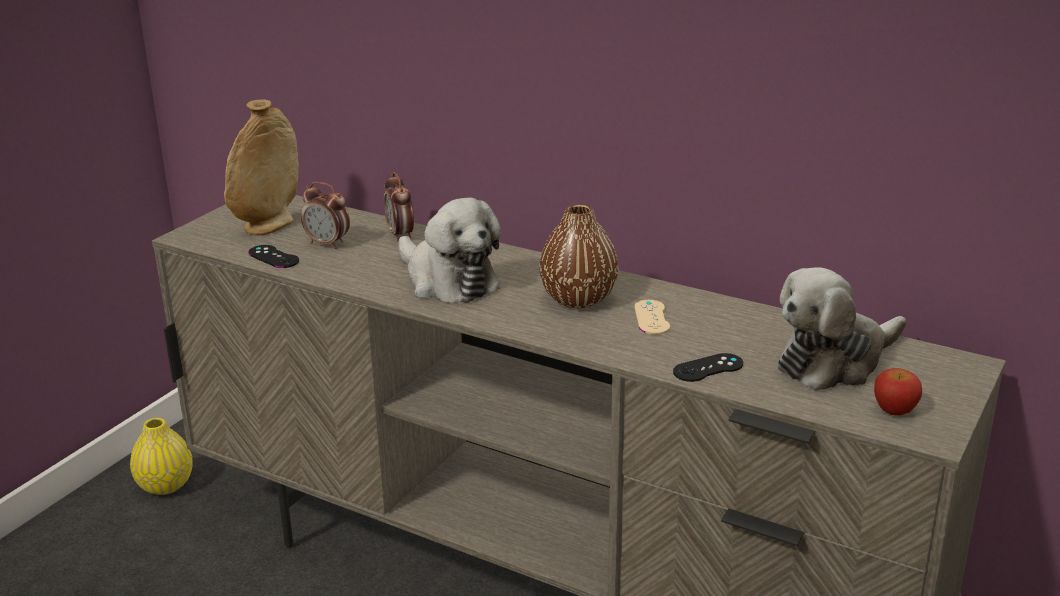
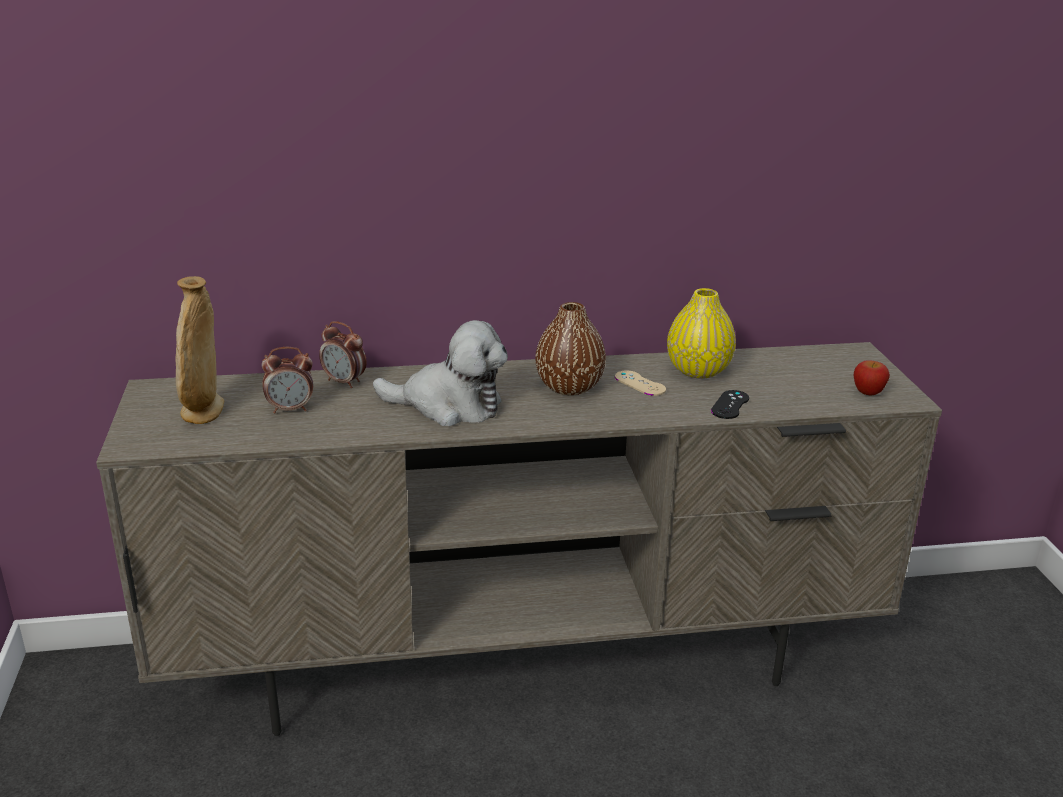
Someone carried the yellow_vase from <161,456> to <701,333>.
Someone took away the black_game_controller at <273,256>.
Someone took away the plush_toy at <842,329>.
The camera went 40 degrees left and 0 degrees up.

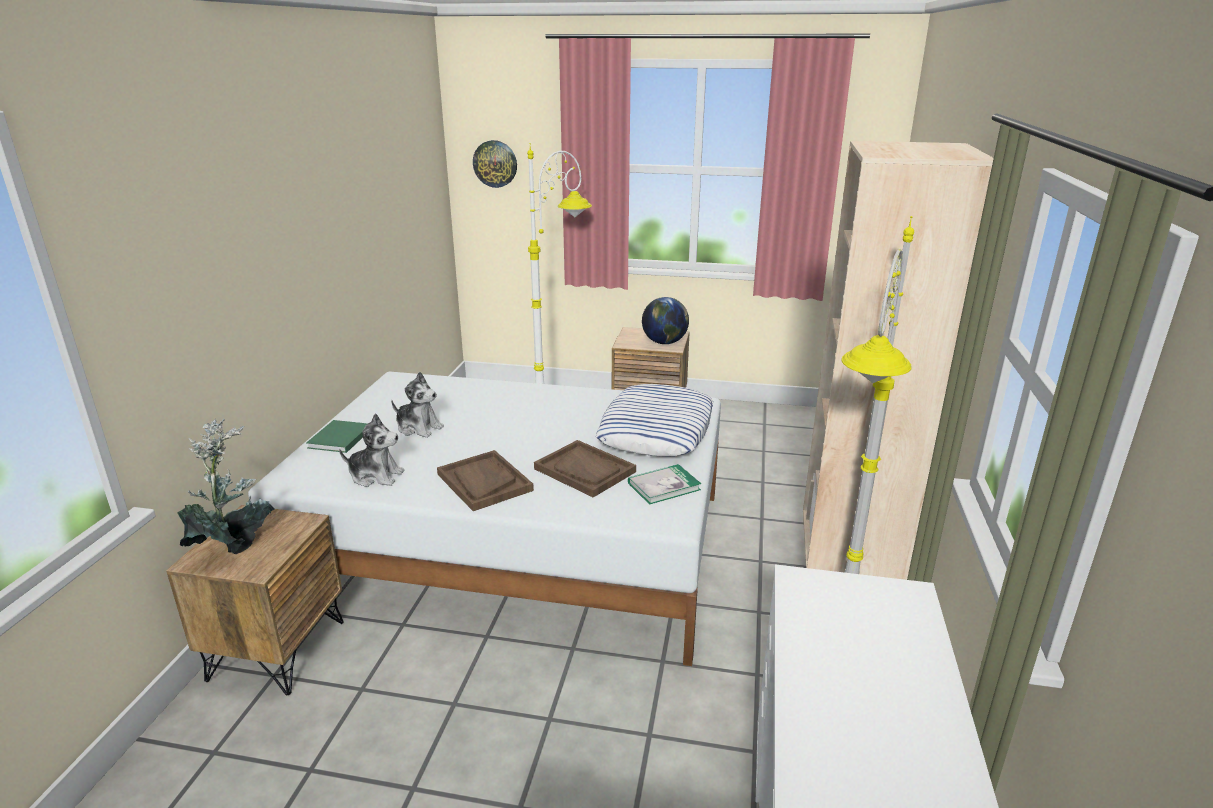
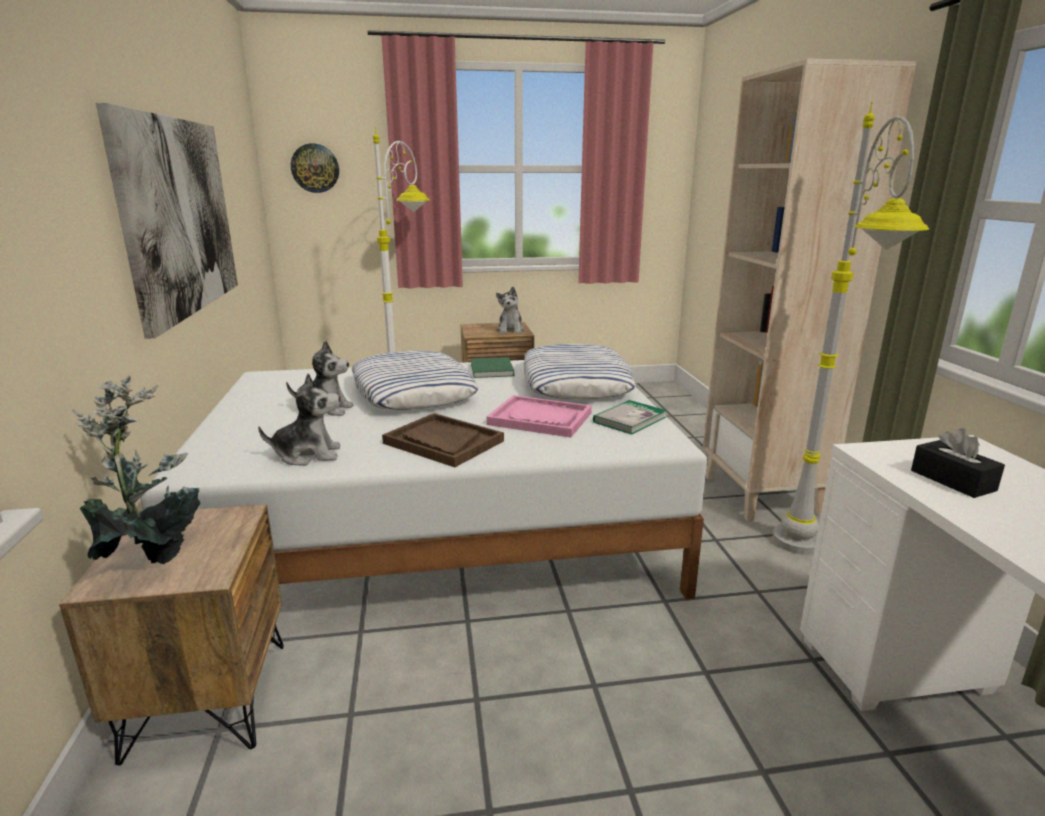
Someone carried the green_book from <337,436> to <492,367>.
Someone repainted the brown_tray at <585,469>, which became the pink_tray at <539,416>.
Someone swapped the globe at <665,320> for the plush_toy at <510,310>.
Someone put up the picture at <167,221>.
Someone put down the pillow at <414,380>.
Someone put down the black_tissue_box at <958,463>.
The camera went 20 degrees left and 5 degrees down.

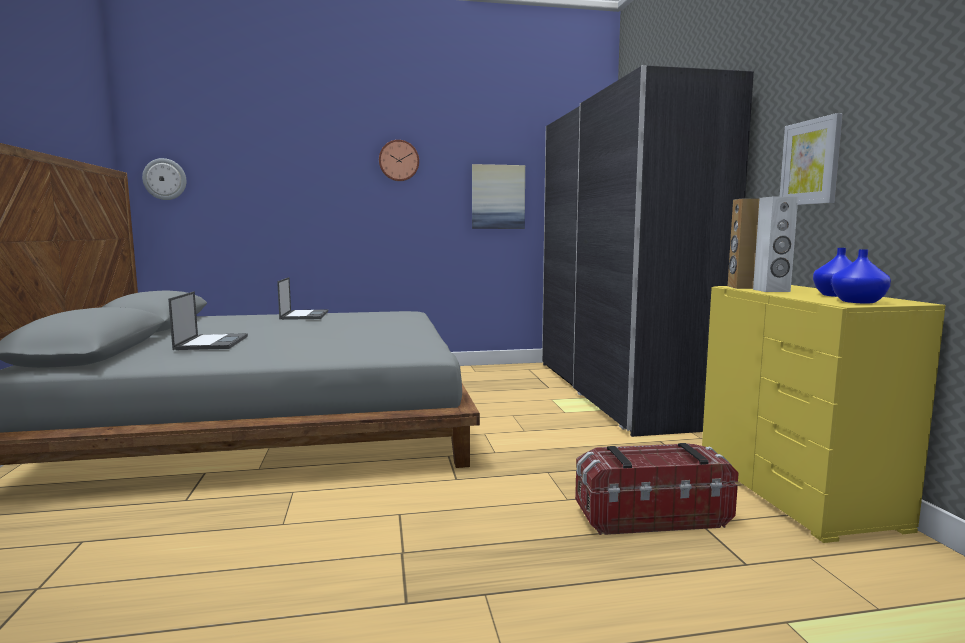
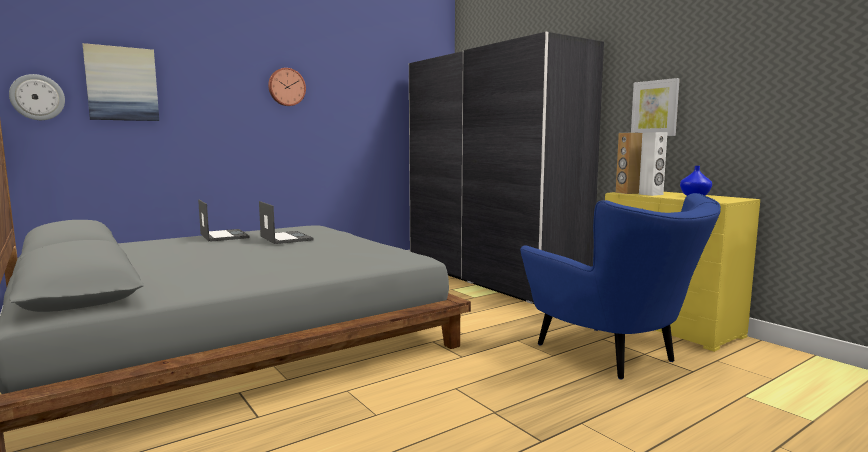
Someone carried the laptop from <208,320> to <286,222>.
Someone carried the picture from <498,196> to <121,82>.
Someone swapped the storage_box at <657,489> for the blue_armchair at <620,286>.
Someone took away the blue_vase at <861,276>.
The camera went 25 degrees left and 0 degrees up.

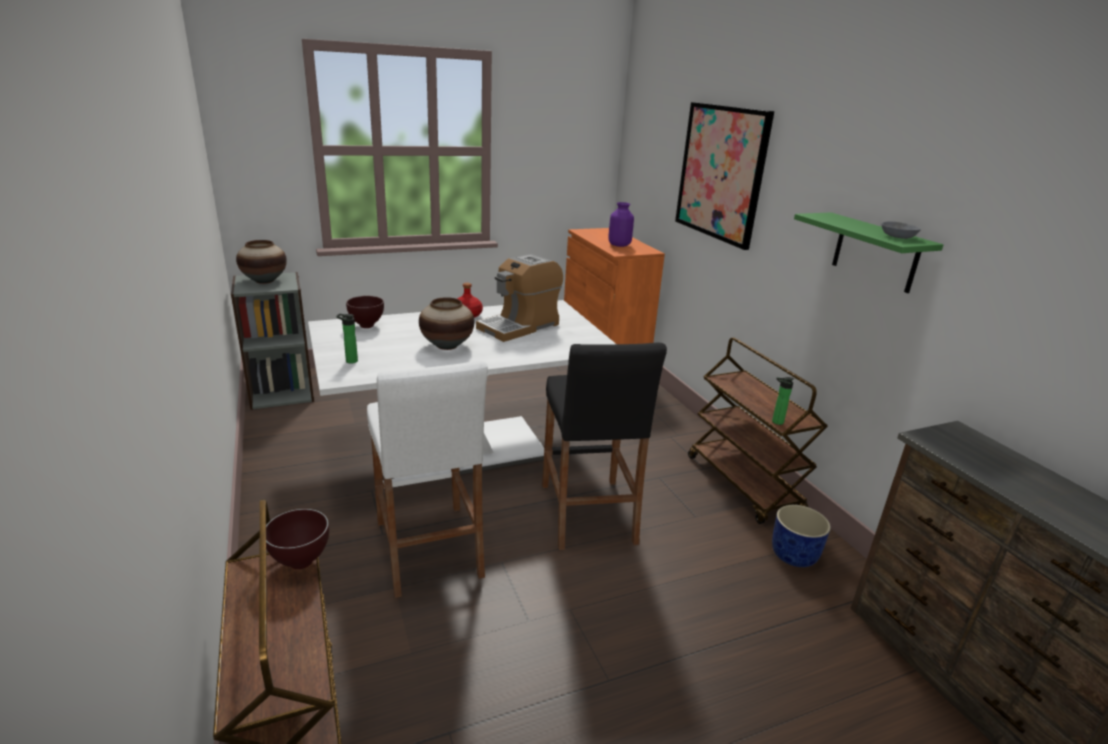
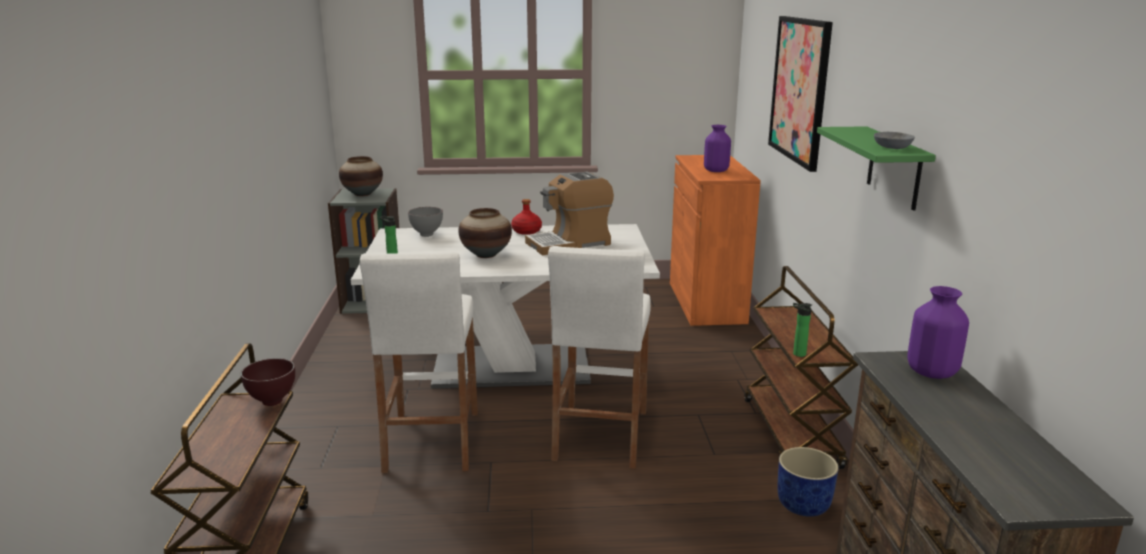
Someone repainted the brown_bowl at <365,312>, which became the grey_bowl at <425,222>.
Someone repainted the black_stool at <604,446>, which became the white_stool at <599,357>.
Someone put down the purple_vase at <938,332>.
The camera went 20 degrees right and 5 degrees down.

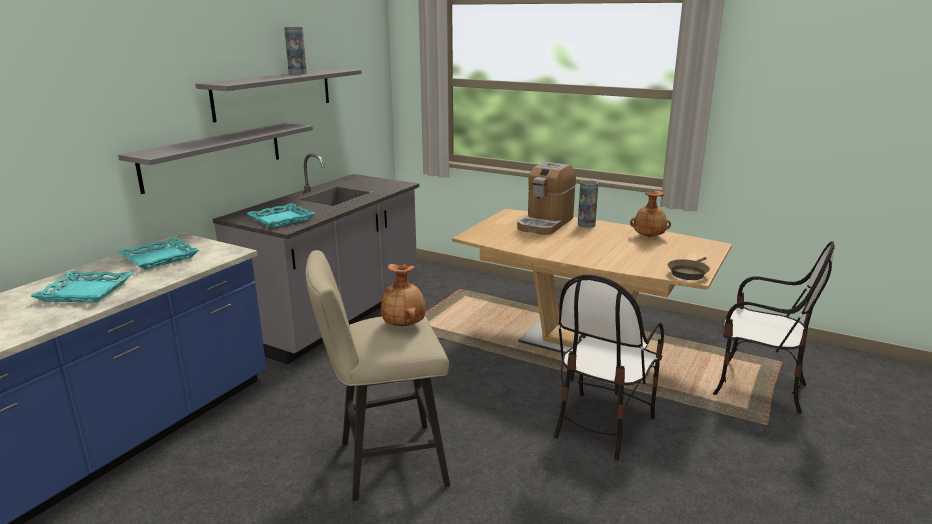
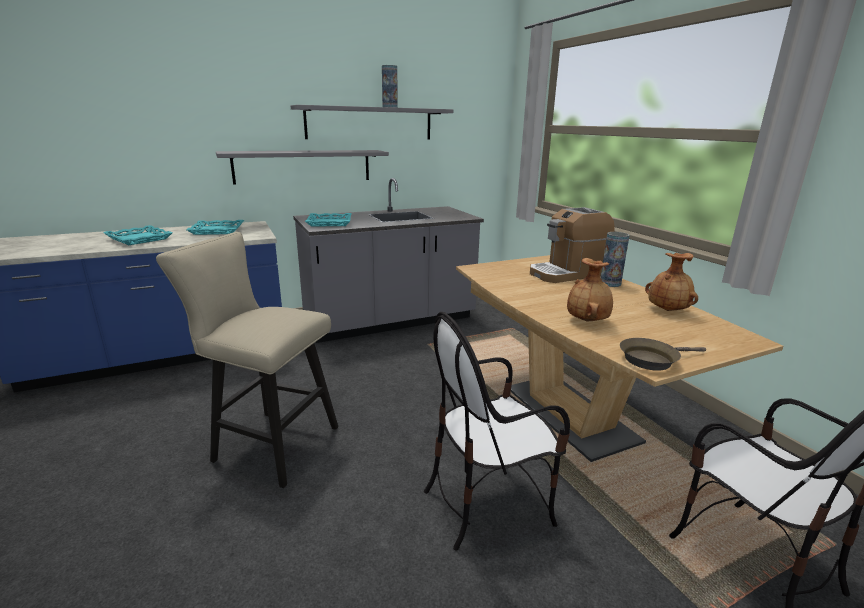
Someone carried the brown_vase from <403,295> to <590,290>.
The camera went 35 degrees right and 0 degrees up.

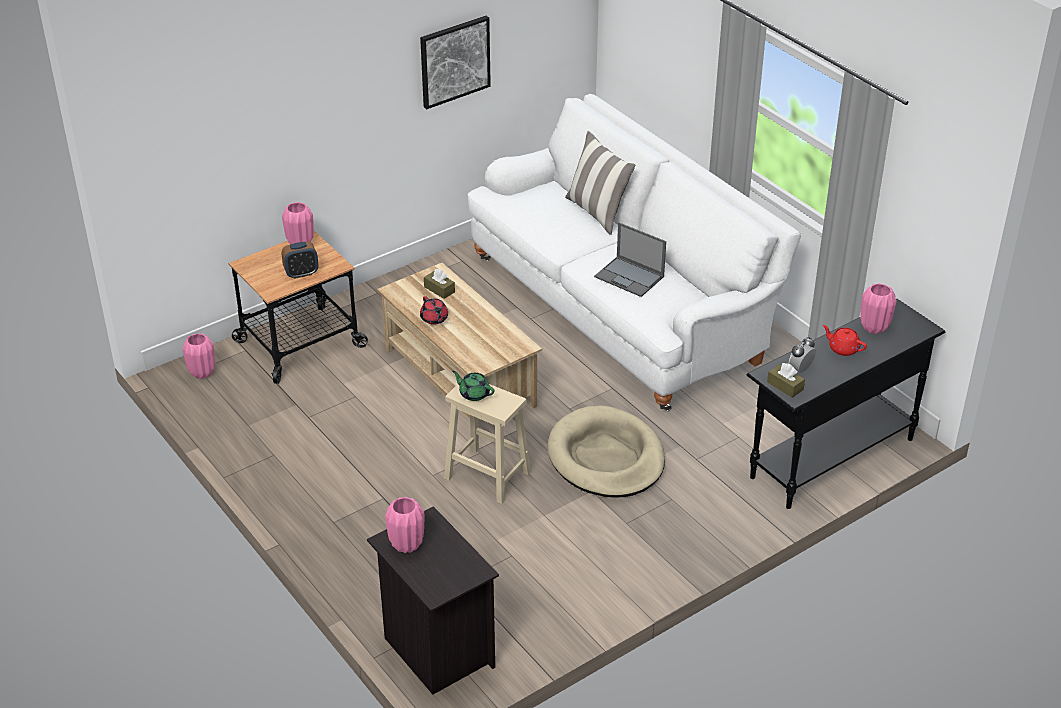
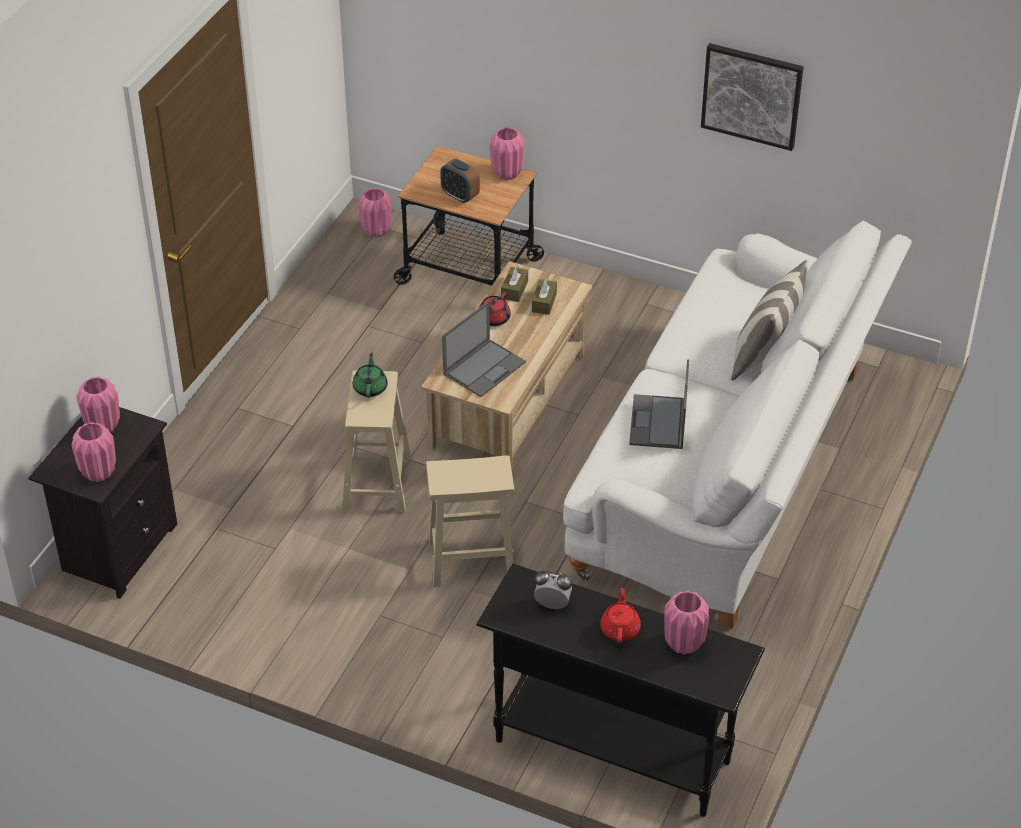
Someone swapped the beige_dog_bed at <606,451> for the beige_stool at <470,521>.
Someone carried the brown_tissue_box from <786,380> to <514,284>.
Someone put down the pink_vase at <93,452>.
Someone put down the laptop at <484,349>.
The camera went 60 degrees right and 5 degrees up.

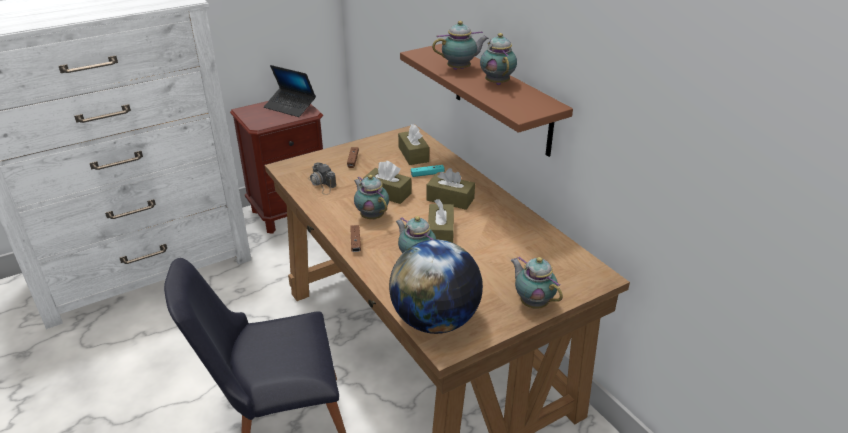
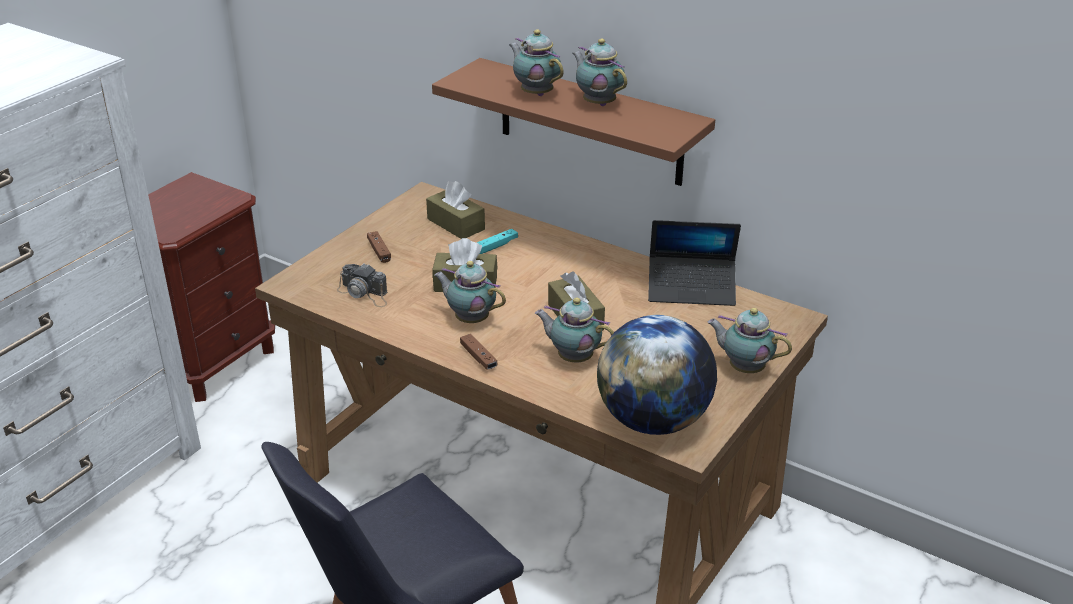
Someone carried the laptop from <290,91> to <694,263>.
Someone took away the brown_tissue_box at <450,189>.
Someone rotated the teapot at <460,45> by 90 degrees counterclockwise.
The camera went 25 degrees left and 0 degrees up.

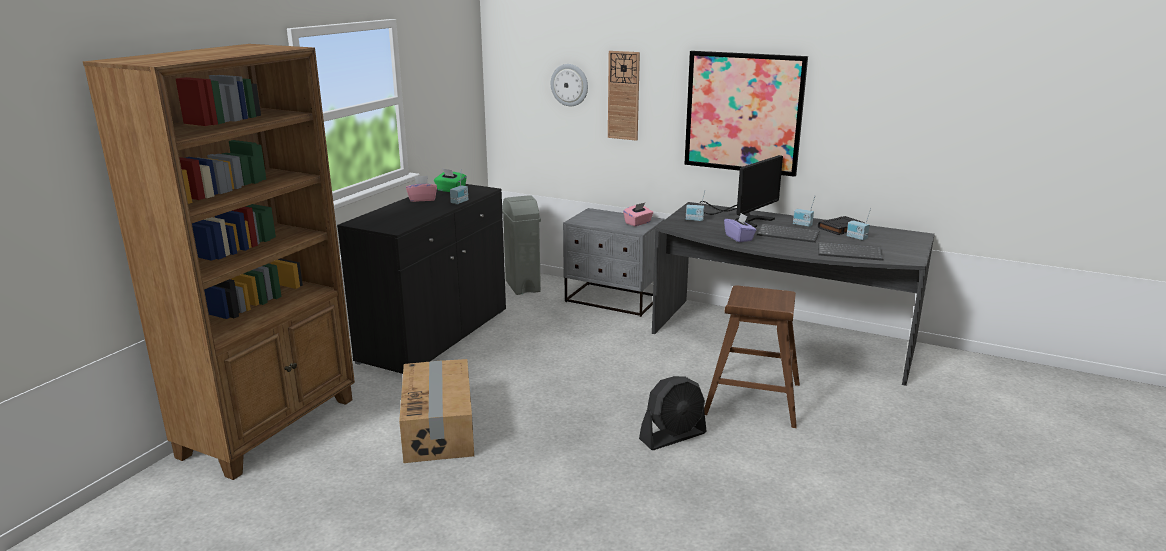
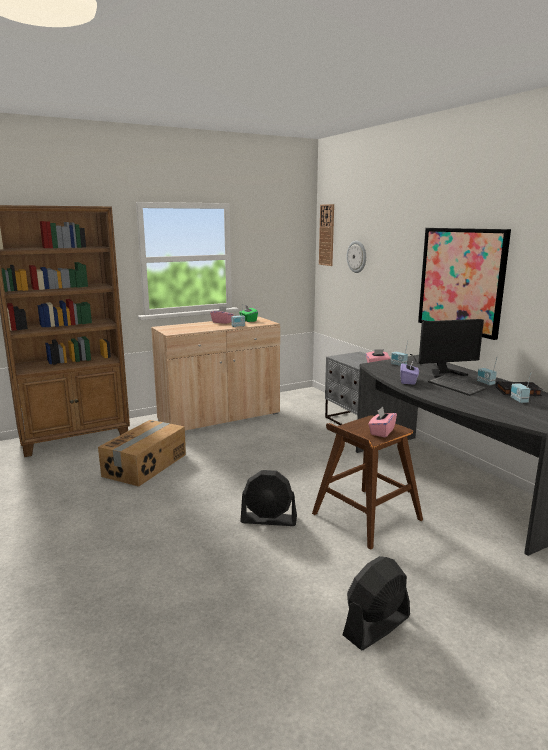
Someone repainted the black_cabinet at <421,279>, which became the beige_cabinet at <215,373>.
Someone took away the grey_trash_can at <521,245>.
Someone carried the wall_clock from <624,96> to <326,235>.
Someone took away the keyboard at <850,251>.
Someone put down the black_fan at <376,603>.
Someone put down the pink_tissue_box at <382,422>.
The camera went 35 degrees right and 5 degrees down.

